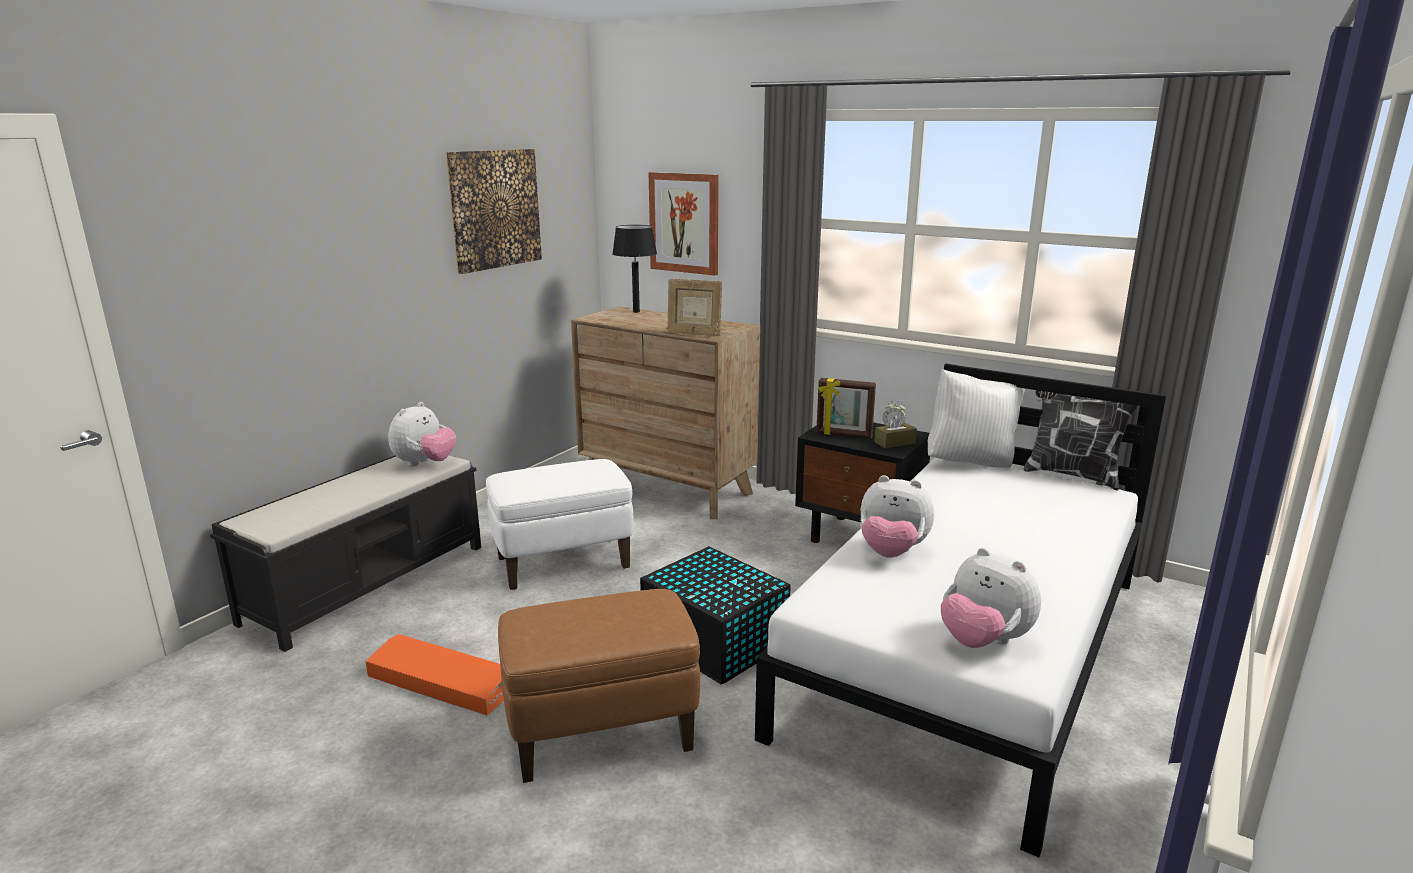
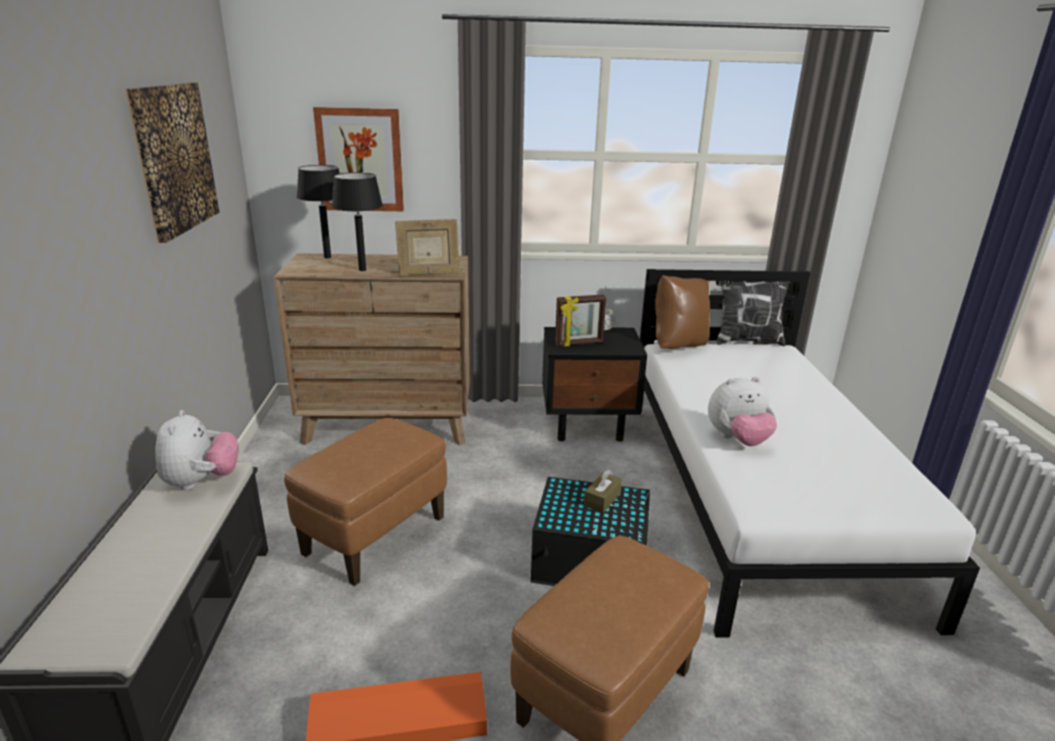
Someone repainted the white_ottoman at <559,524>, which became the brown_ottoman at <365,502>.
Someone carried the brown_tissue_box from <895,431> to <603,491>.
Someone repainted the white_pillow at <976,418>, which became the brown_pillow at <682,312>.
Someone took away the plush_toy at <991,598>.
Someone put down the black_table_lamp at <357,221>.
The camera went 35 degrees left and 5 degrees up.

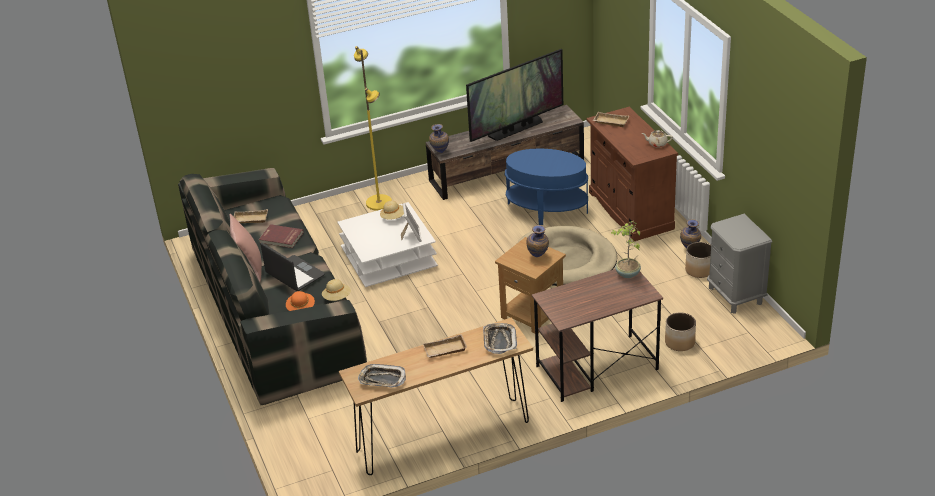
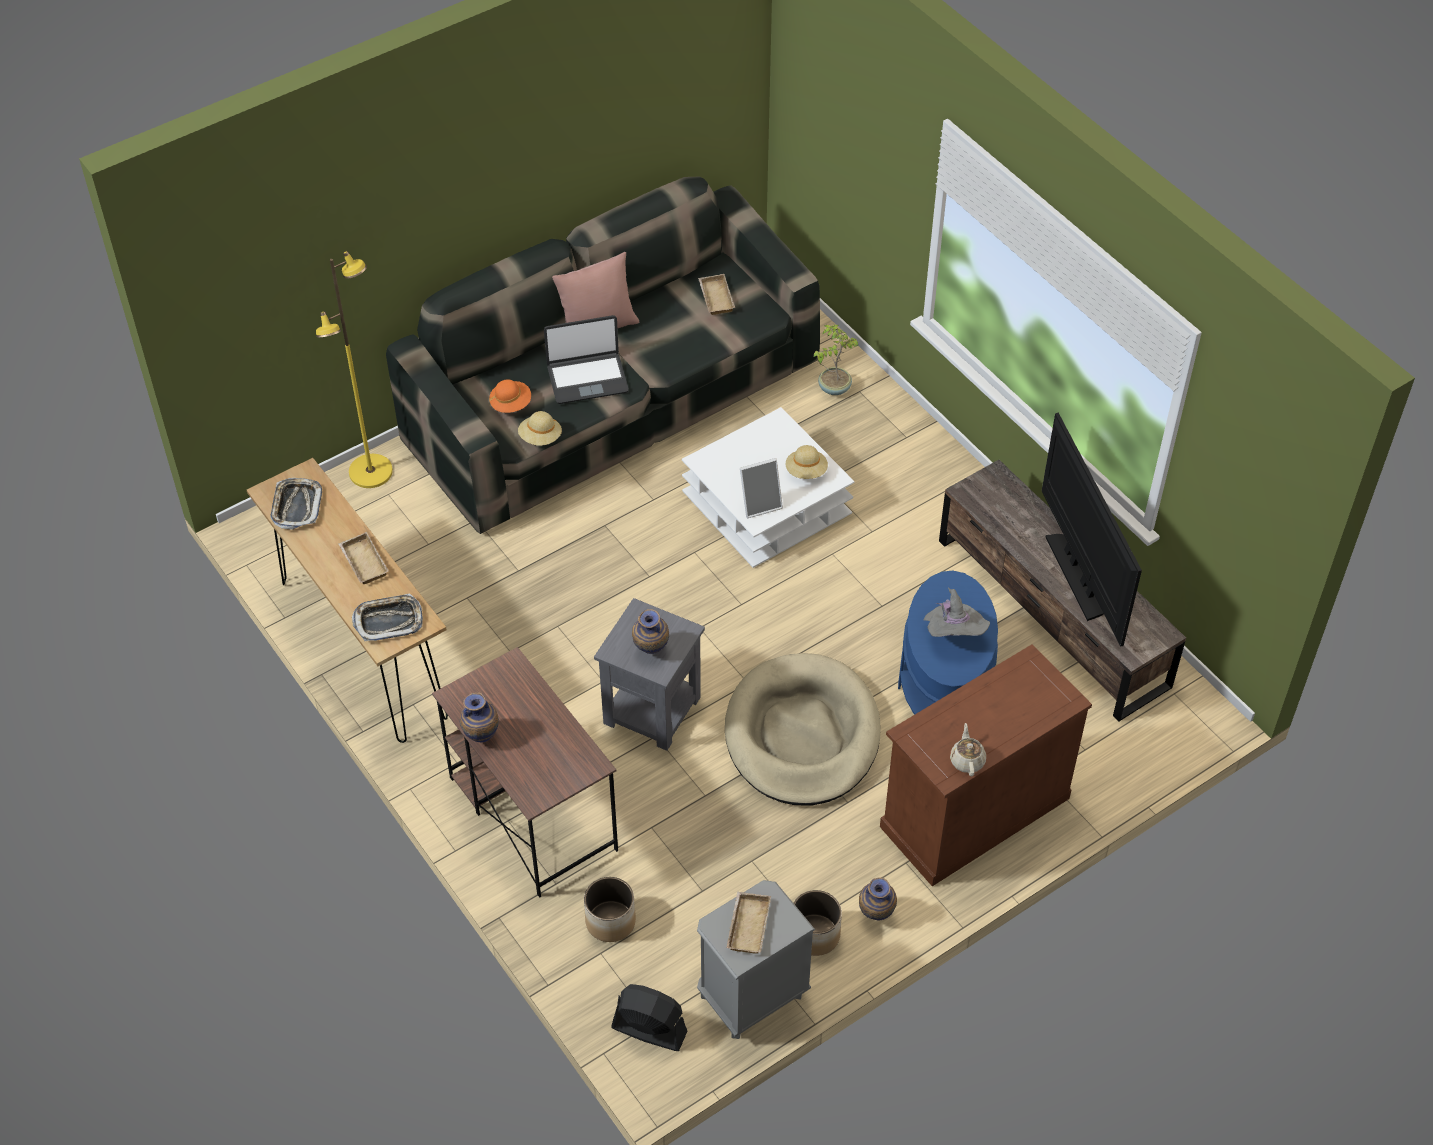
Someone took away the red_book at <281,236>.
Someone rotated the laptop at <293,267> by 45 degrees clockwise.
Someone carried the yellow_floor_lamp from <373,128> to <354,369>.
Someone carried the vase from <439,138> to <479,717>.
Someone rotated the television at <514,95> by 150 degrees counterclockwise.
Someone repainted the brown_side_table at <530,285>, which became the grey_side_table at <649,674>.
Someone carried the beige_tray from <611,119> to <749,923>.
Someone carried the potted_plant from <626,249> to <836,360>.
Someone put down the black_fan at <649,1017>.
Someone put down the grey_hat at <957,612>.
The camera went 75 degrees right and 15 degrees up.

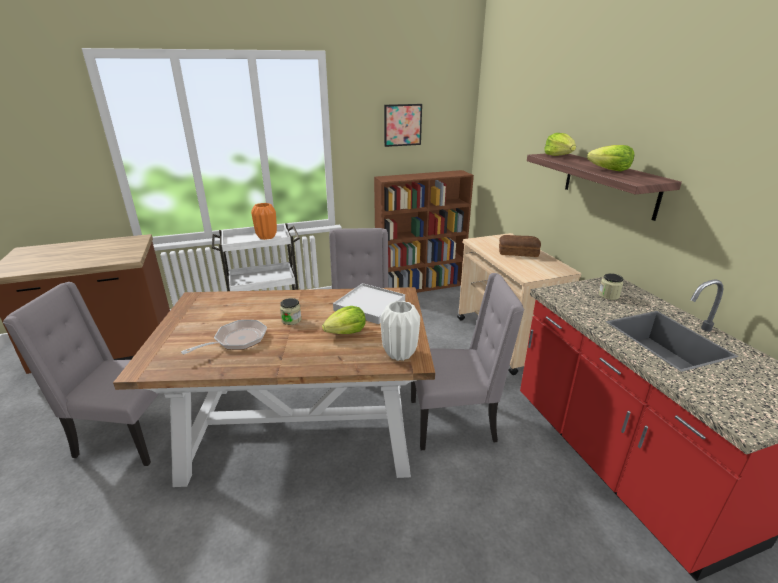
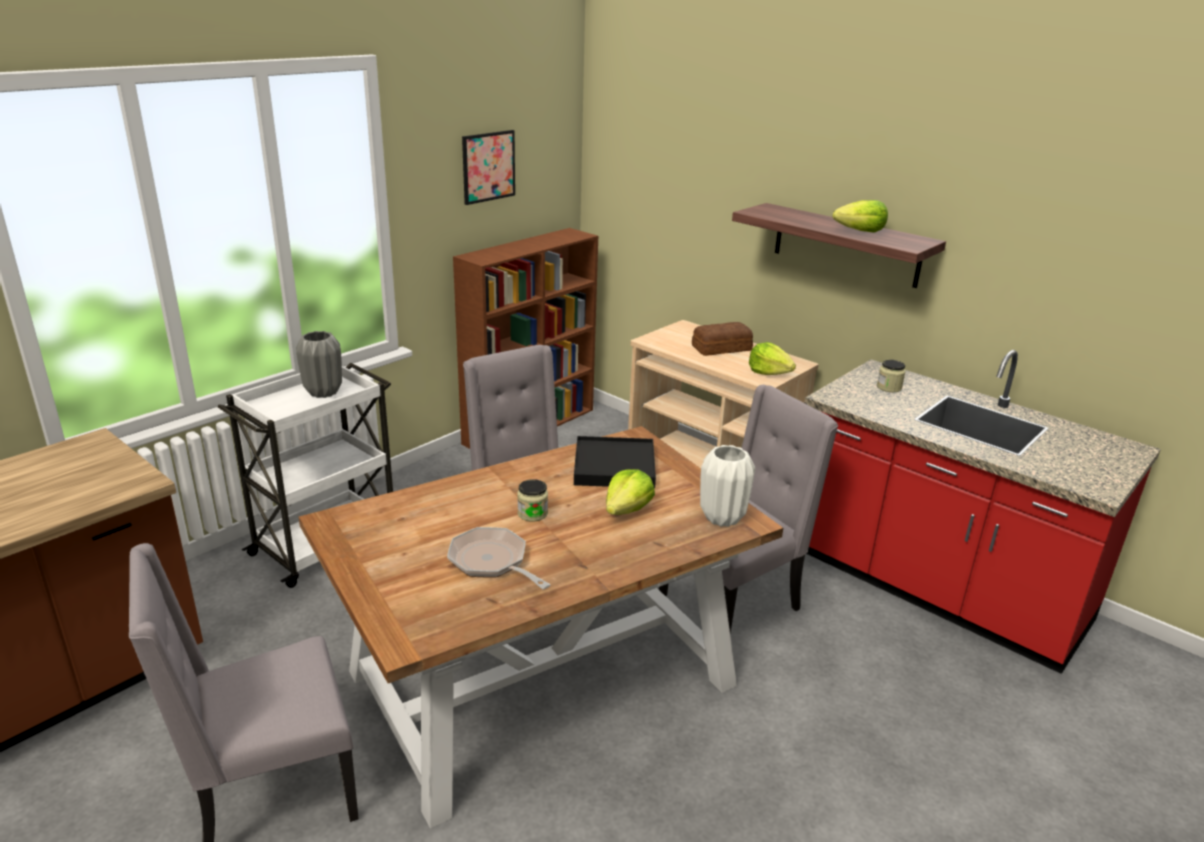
Someone rotated the frying_pan at <224,337> by 60 degrees counterclockwise.
Someone repainted the orange_vase at <264,221>, which became the grey_vase at <319,364>.
Someone repainted the white_tray at <369,303>, which became the black_tray at <615,462>.
Someone carried the lettuce from <560,144> to <772,358>.
The camera went 30 degrees left and 0 degrees up.

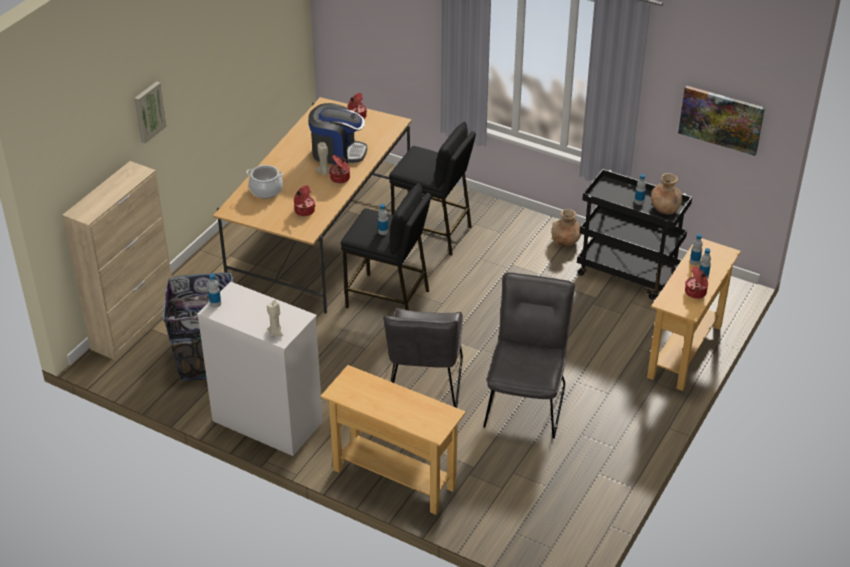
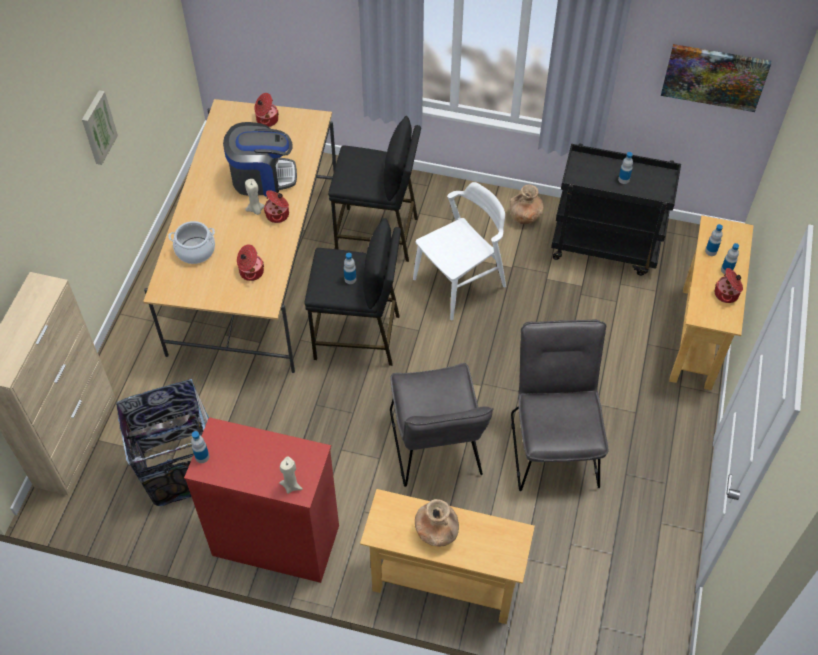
Someone carried the picture from <150,112> to <100,127>.
Someone repainted the white_dresser at <260,369>, which became the red_dresser at <261,500>.
Someone carried the brown_vase from <666,194> to <437,522>.
Someone put down the white_chair at <459,251>.
The camera went 15 degrees left and 15 degrees up.

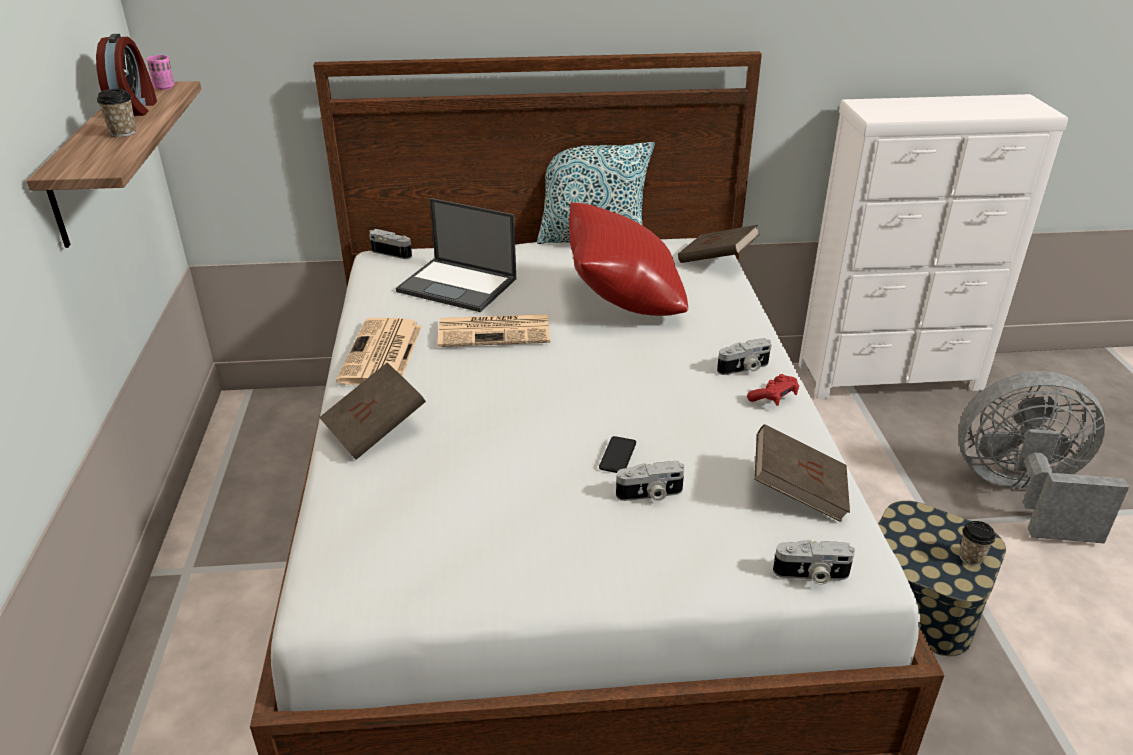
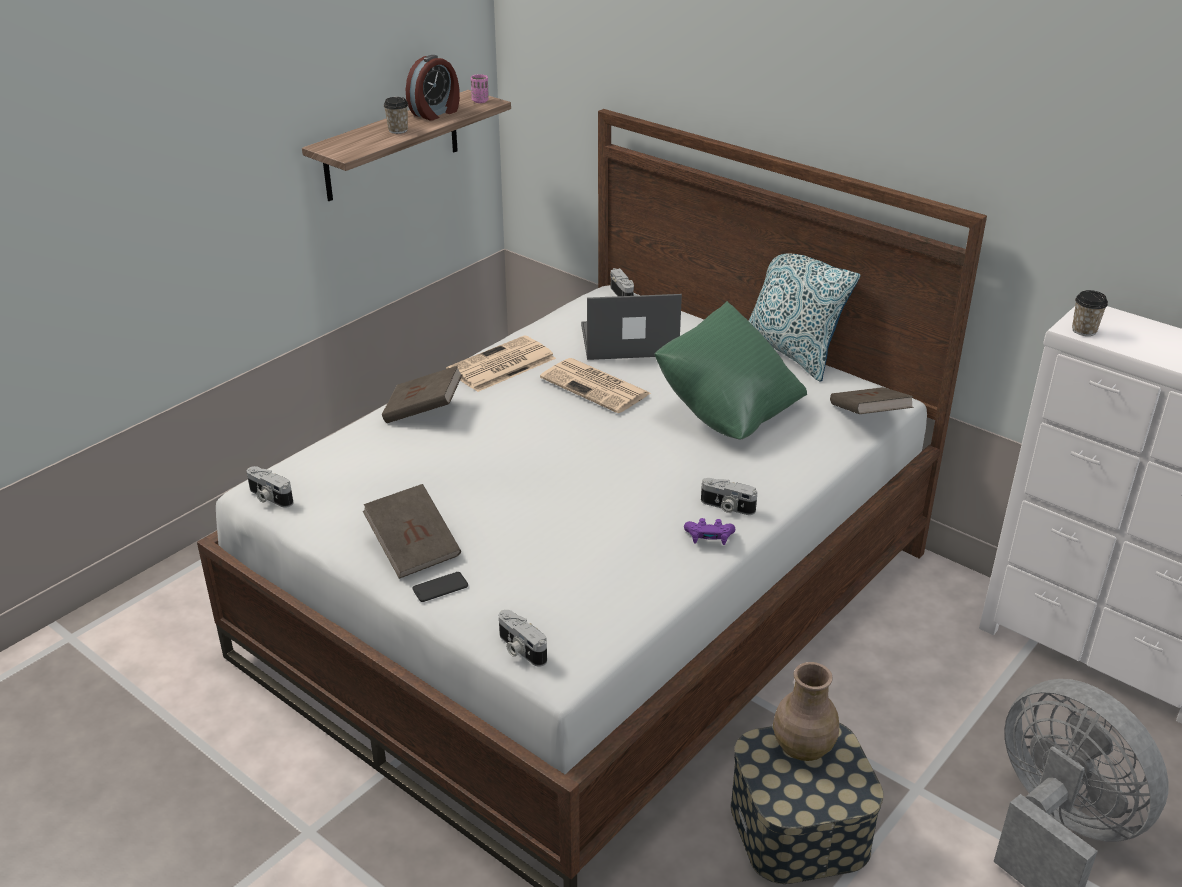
Someone rotated the laptop at <456,255> by 105 degrees clockwise.
Someone repainted the red_pillow at <628,259>, which became the green_pillow at <730,370>.
Someone carried the phone from <617,454> to <440,587>.
Someone carried the photo_camera from <650,481> to <269,487>.
Someone repainted the red_game_controller at <773,390>, which became the purple_game_controller at <709,531>.
Someone carried the brown_book from <802,473> to <412,531>.
Someone carried the cup from <977,543> to <1090,313>.
Someone put down the brown_vase at <806,711>.
The camera went 45 degrees right and 0 degrees up.

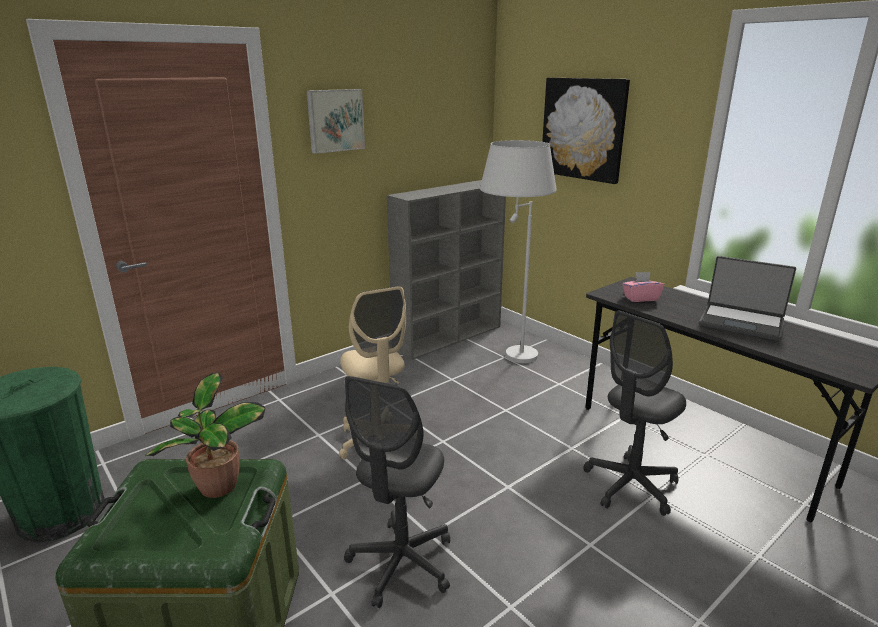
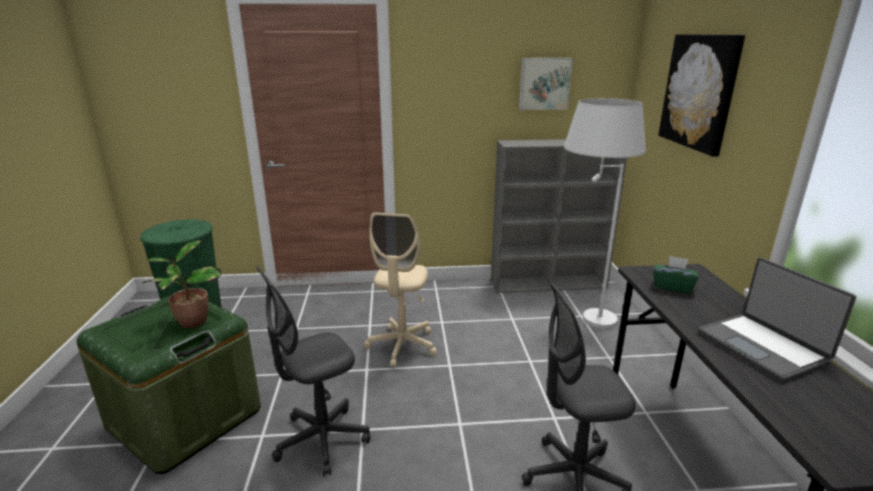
Someone carried the picture from <336,121> to <546,84>.
Someone repainted the pink_tissue_box at <643,287>, which became the green_tissue_box at <676,275>.
The camera went 35 degrees right and 0 degrees up.

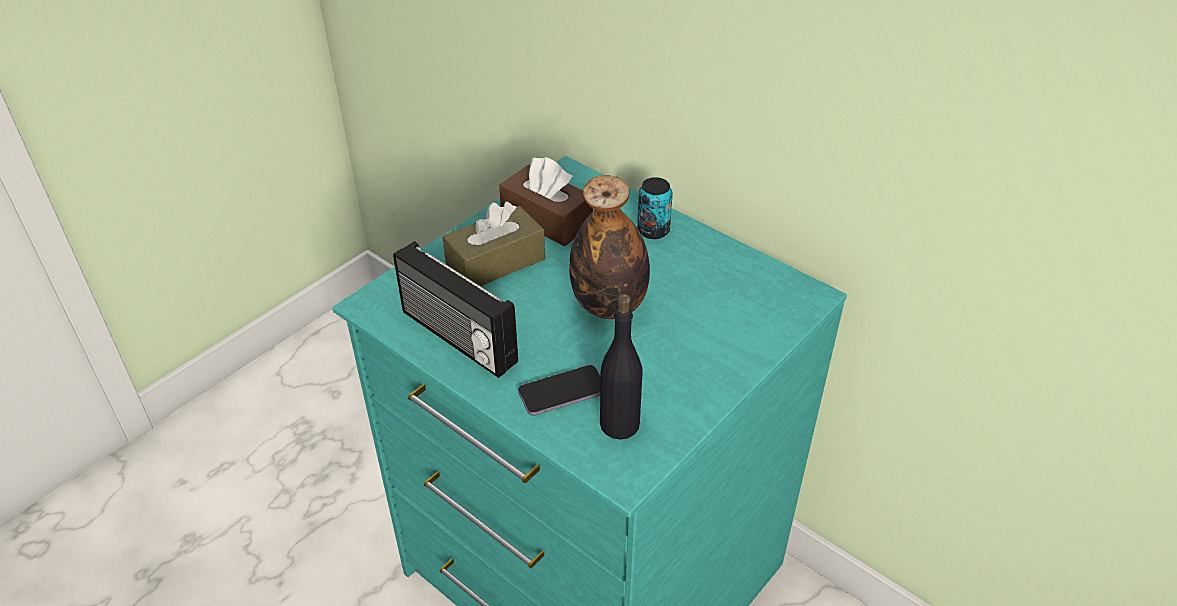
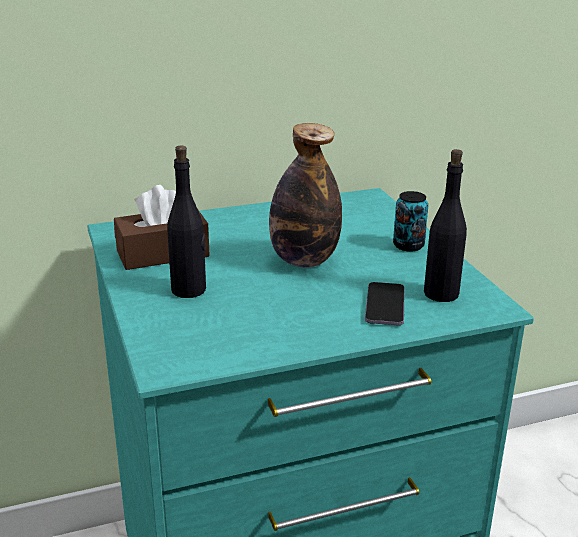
Someone took away the radio at <455,309>.
Someone swapped the brown_tissue_box at <493,244> for the black_bottle at <186,222>.
Someone carried the can from <655,208> to <410,221>.
The camera went 60 degrees left and 15 degrees down.

